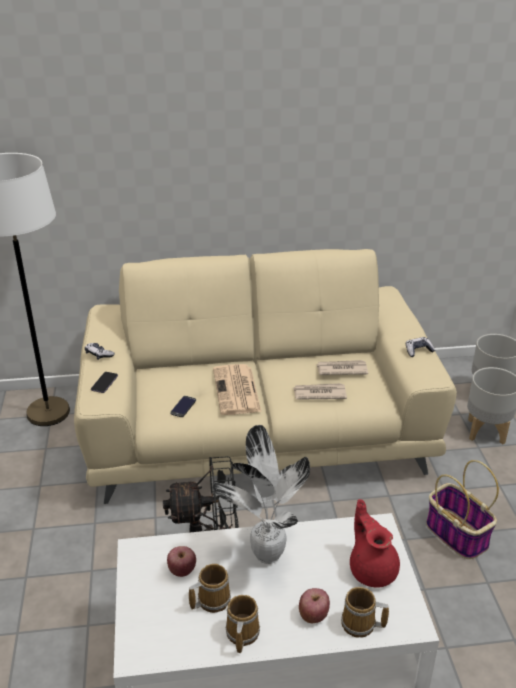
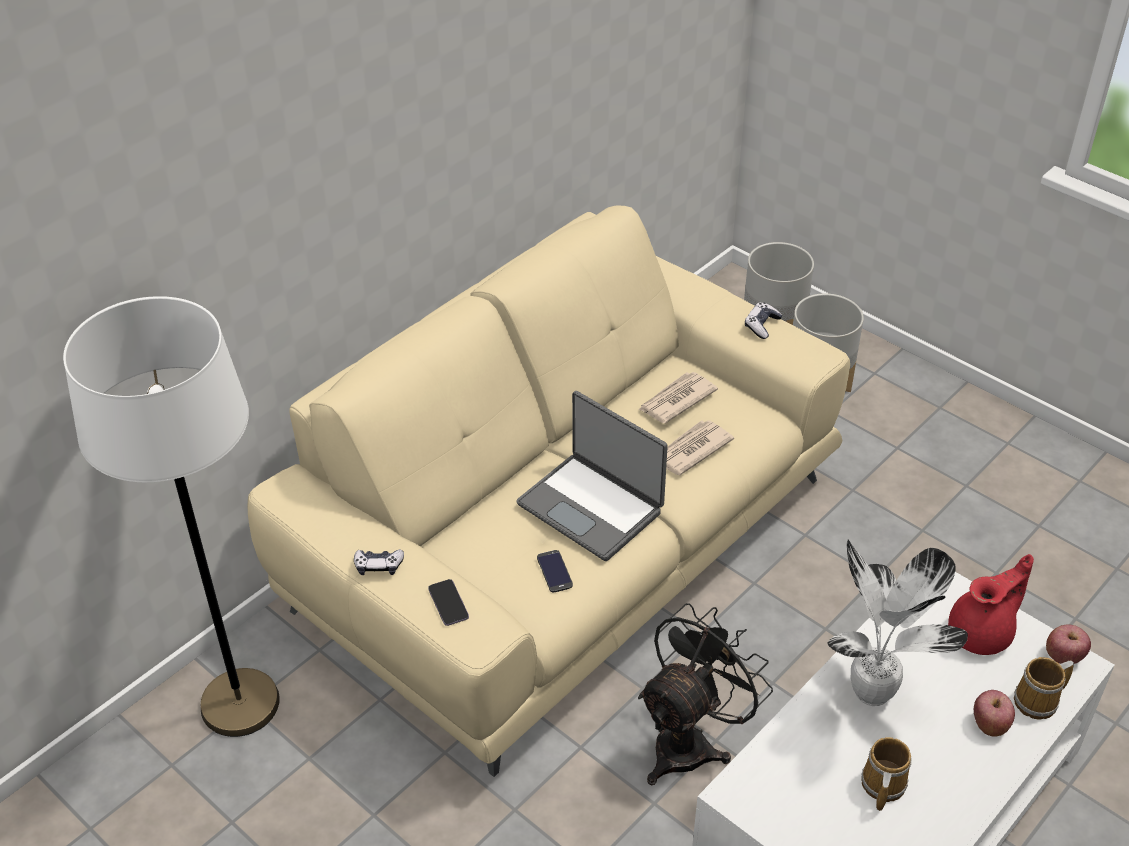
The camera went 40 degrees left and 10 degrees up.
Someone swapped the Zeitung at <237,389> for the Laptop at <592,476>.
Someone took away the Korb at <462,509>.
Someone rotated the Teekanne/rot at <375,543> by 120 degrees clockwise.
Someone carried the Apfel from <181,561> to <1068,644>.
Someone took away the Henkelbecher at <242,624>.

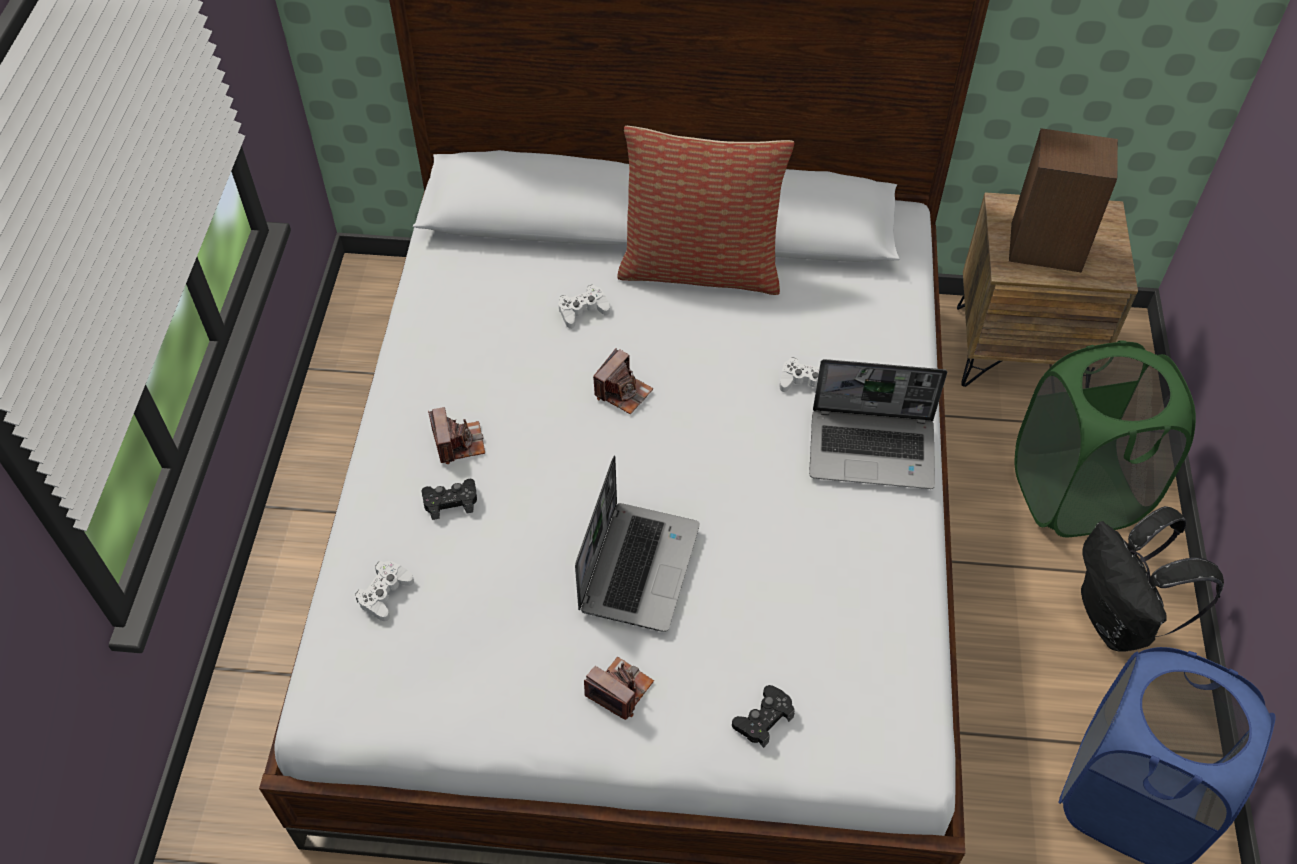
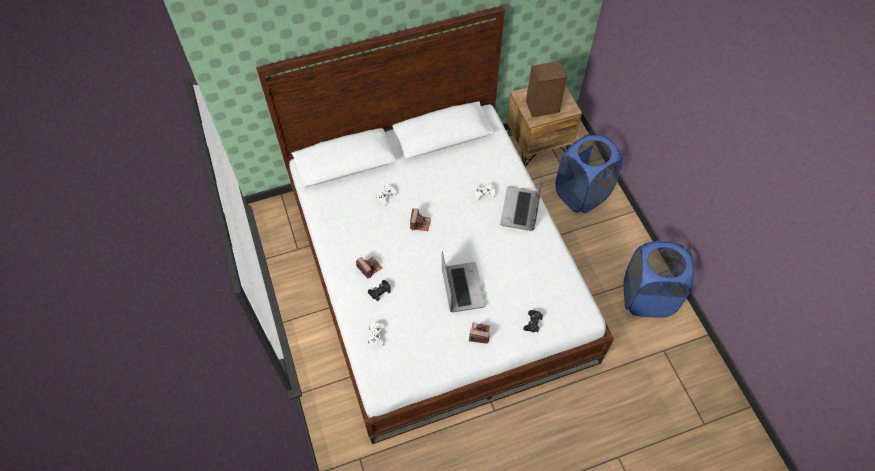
The camera went 25 degrees left and 5 degrees up.
Someone took away the Kissen at <705,210>.
Someone repainted the Wäschekorb/grün at <1105,439>, which became the Wäschekorb/blau at <589,173>.
Someone rotated the Laptop at <878,424> by 120 degrees clockwise.
Someone took away the Rucksack/schwarz at <1152,578>.

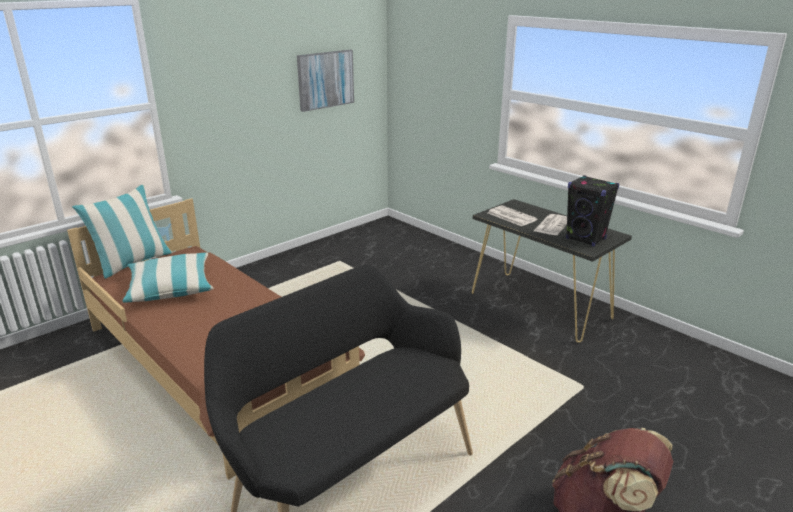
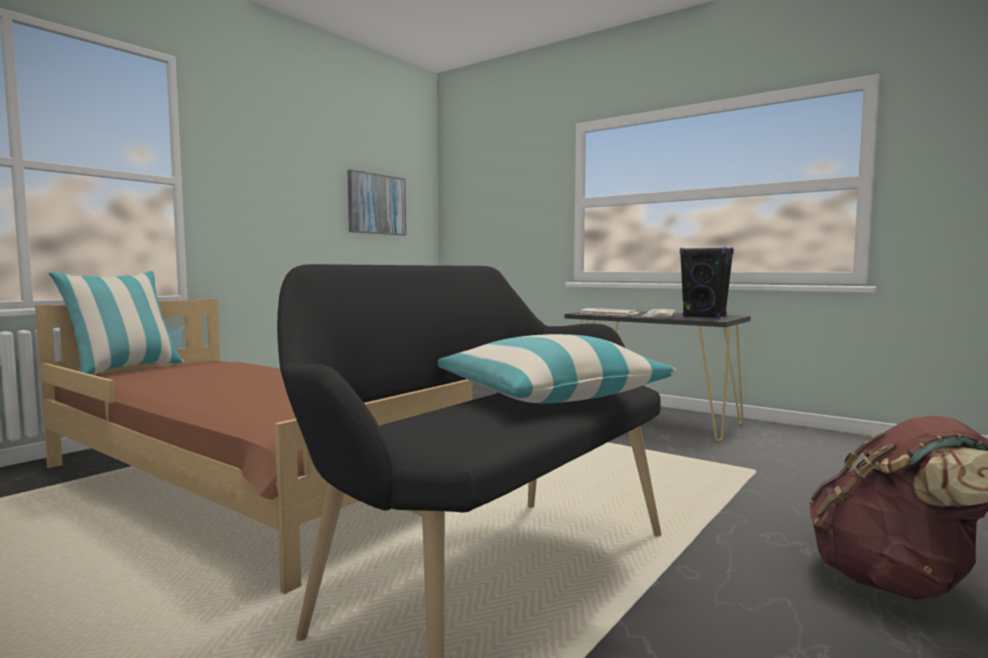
The camera went 10 degrees left and 20 degrees down.
Someone carried the Kissen from <168,277> to <557,369>.

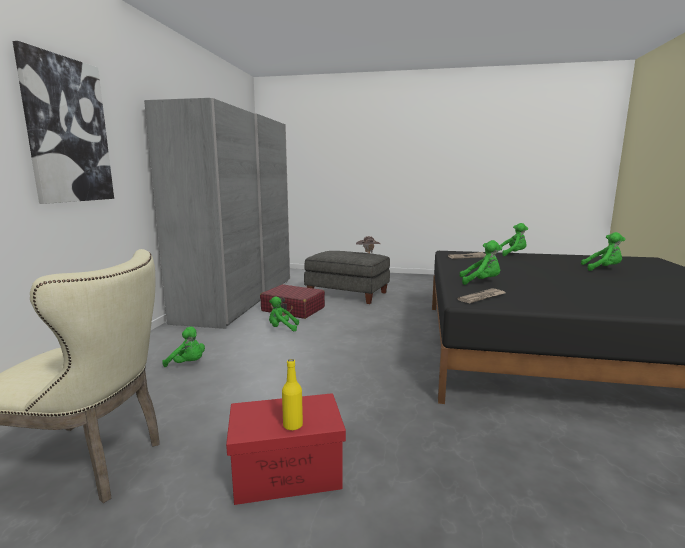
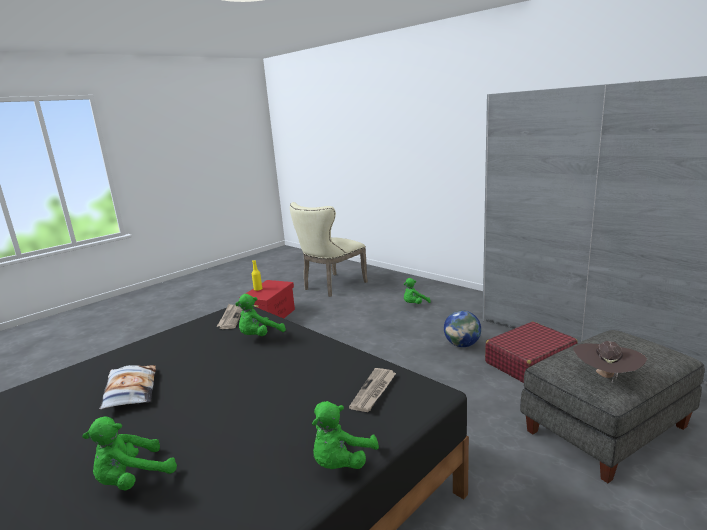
The camera went 125 degrees right and 5 degrees up.
Someone took away the Bild at <63,122>.
Someone swapped the Plüschtier/grün at <284,314> for the Globus at <462,328>.
Someone put down the Kissen at <127,387>.

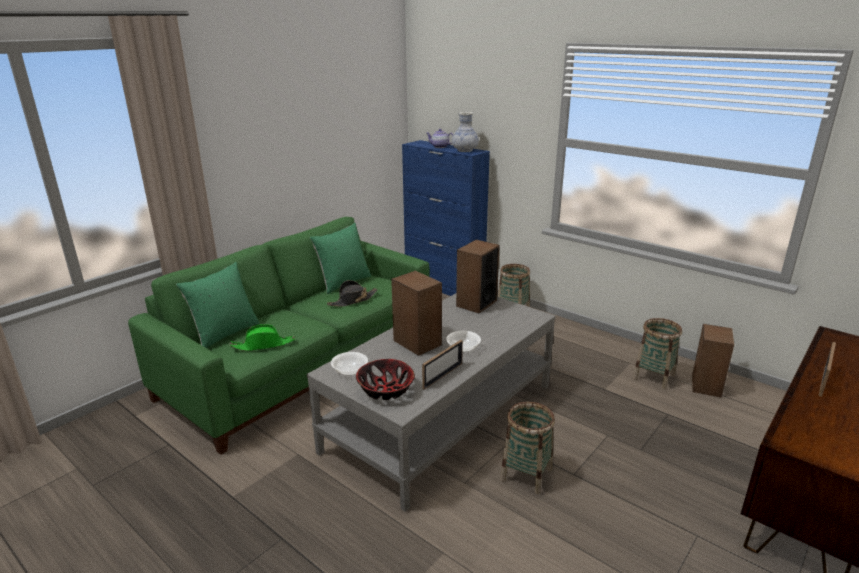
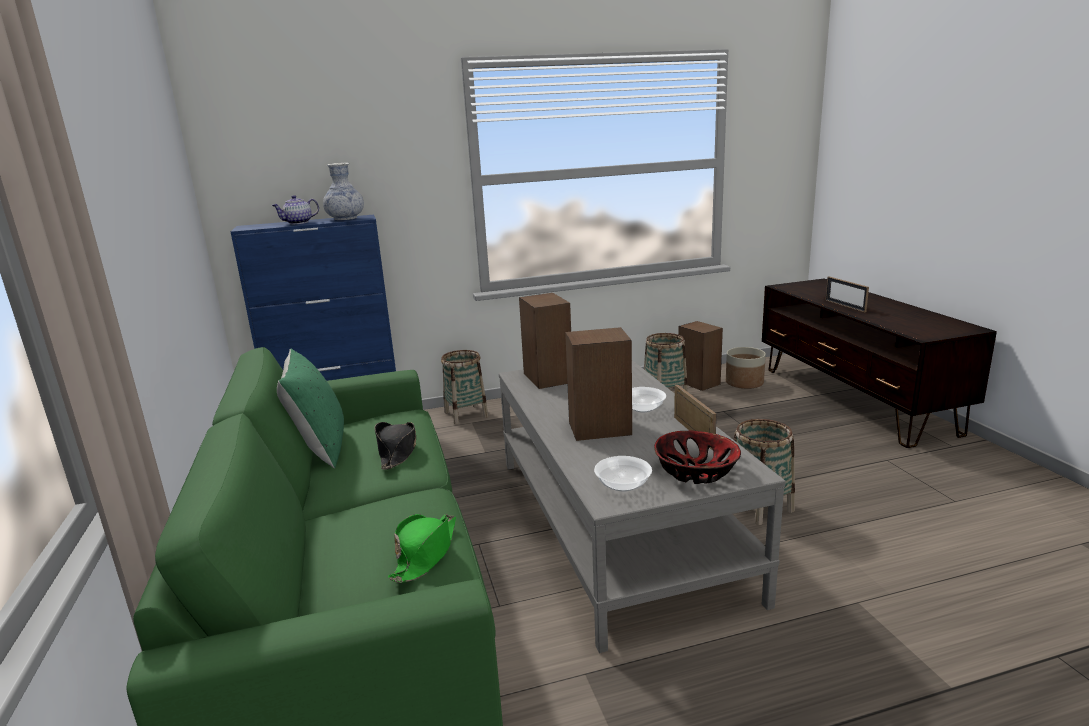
The camera went 55 degrees left and 5 degrees down.
Someone took away the Kissen/grün at <217,305>.
Someone put down the Pflanzkübel at <746,368>.

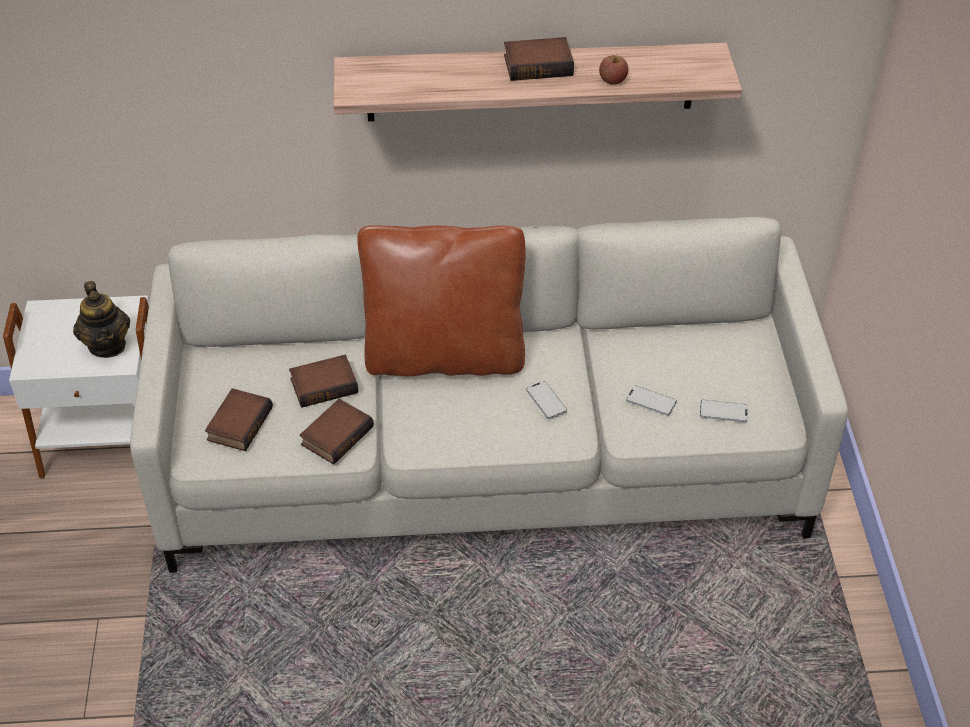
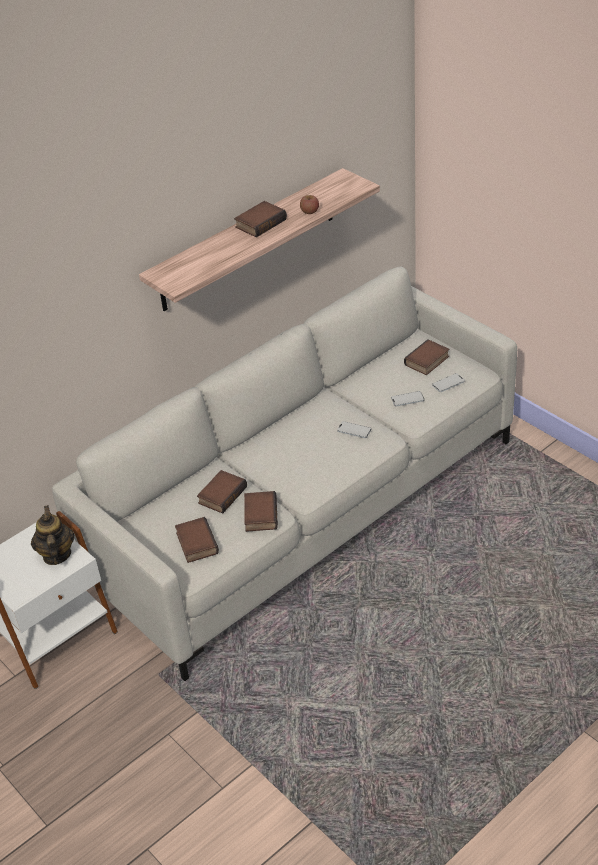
The camera went 35 degrees left and 5 degrees down.
Someone took away the Kissen/braun at <441,300>.
Someone rotated the Teekanne at <101,319> by 135 degrees counterclockwise.
Someone put down the Buch at <426,357>.

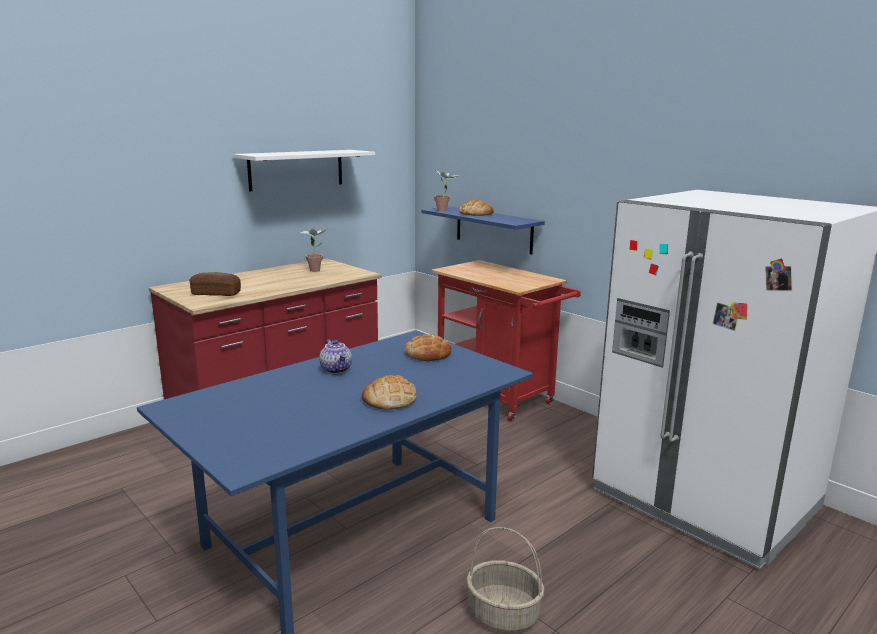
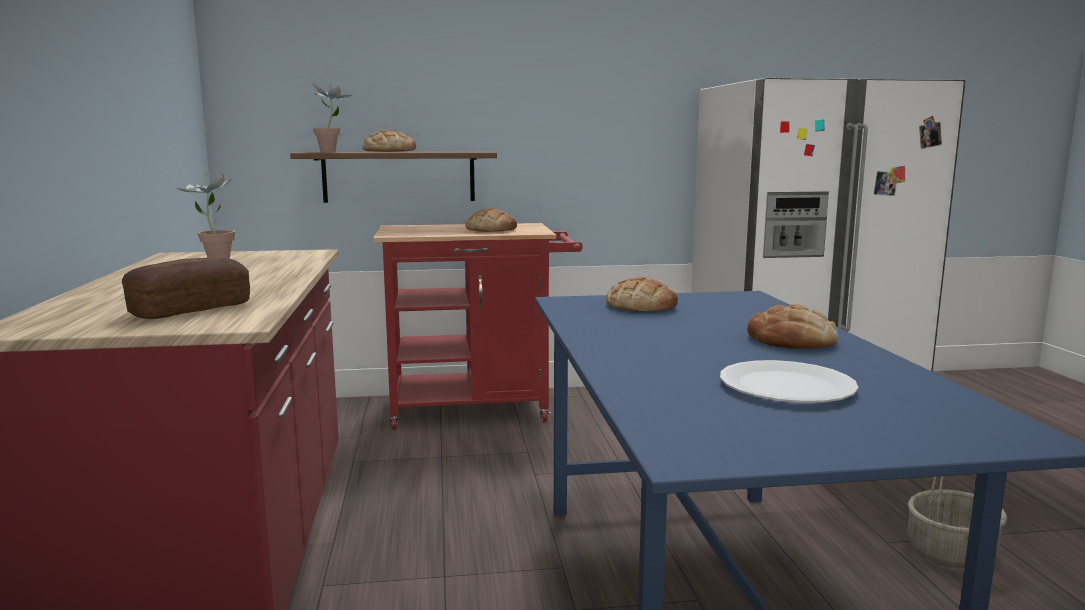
The camera went 55 degrees left and 5 degrees down.
Someone took away the Wandregal/weiß at <304,170>.
Someone repainted the Wandregal/blau at <483,230>, which became the Wandregal/braun at <393,177>.
Someone took away the Teekanne at <335,357>.
Someone put down the Brot at <491,220>.
Someone put down the Teller/weiß at <789,381>.

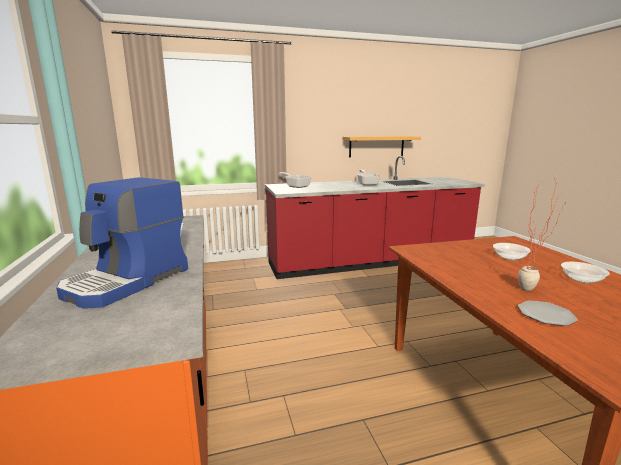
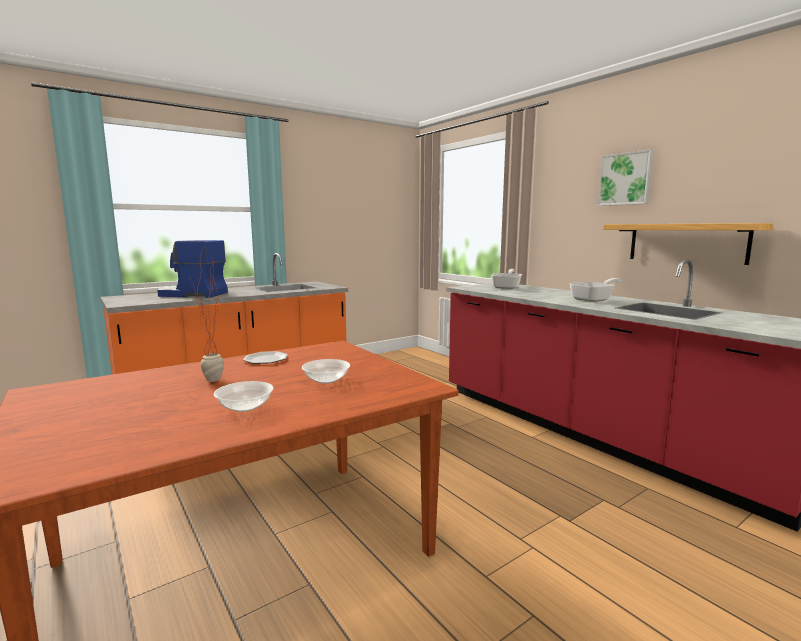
The camera went 70 degrees right and 5 degrees down.
Someone carried the Teller from <548,313> to <265,357>.
Someone put up the Bild at <626,177>.

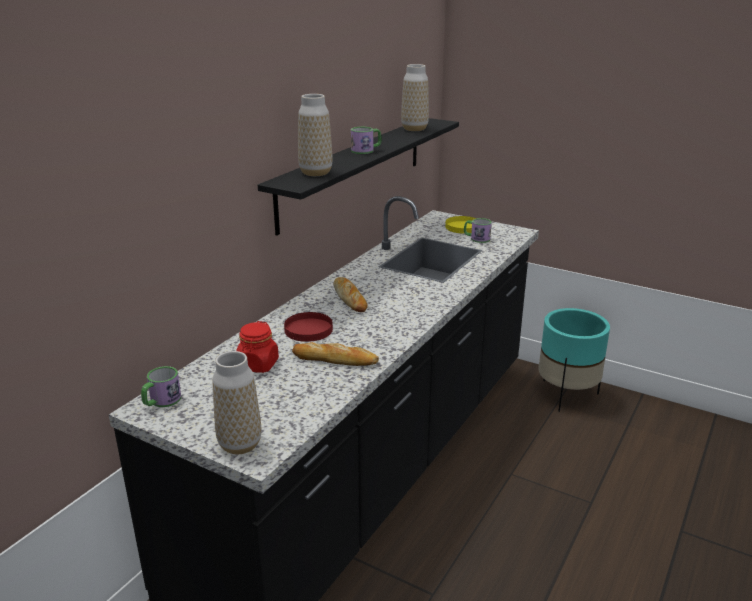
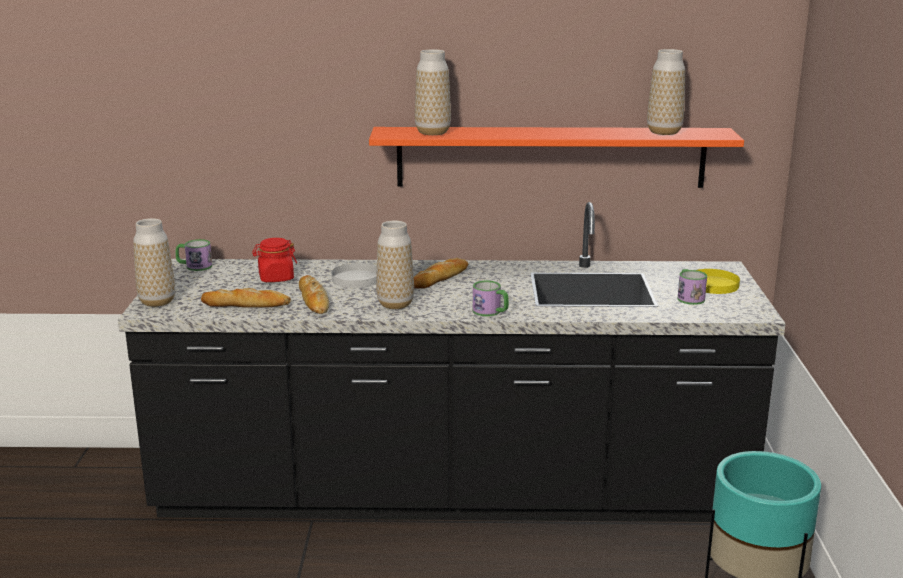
The camera went 60 degrees right and 5 degrees down.
Someone repainted the Wandregal/schwarz at <358,177>, which became the Wandregal/orange at <556,157>.
Someone carried the Henkelbecher from <366,140> to <491,298>.
Someone repainted the Teller/rot at <308,327>, which became the Teller/weiß at <354,275>.
Someone put down the Vase at <395,265>.
Someone put down the Brot at <246,298>.

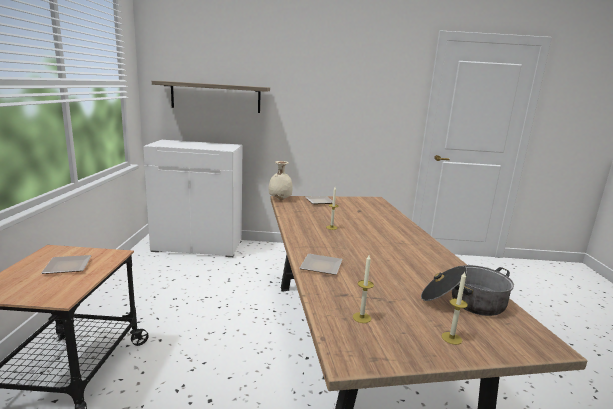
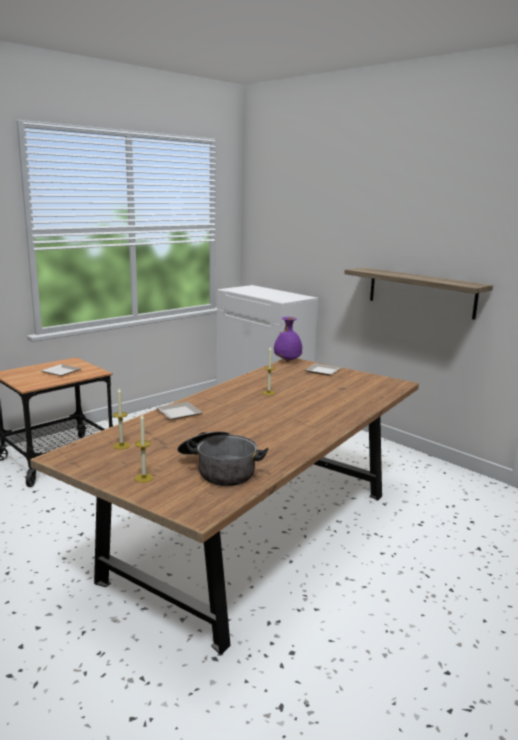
The camera went 45 degrees right and 0 degrees up.
Someone carried the Wandregal from <211,97> to <419,293>.
Someone repainted the Vase/beige at <281,180>, which became the Vase/lila at <288,339>.

